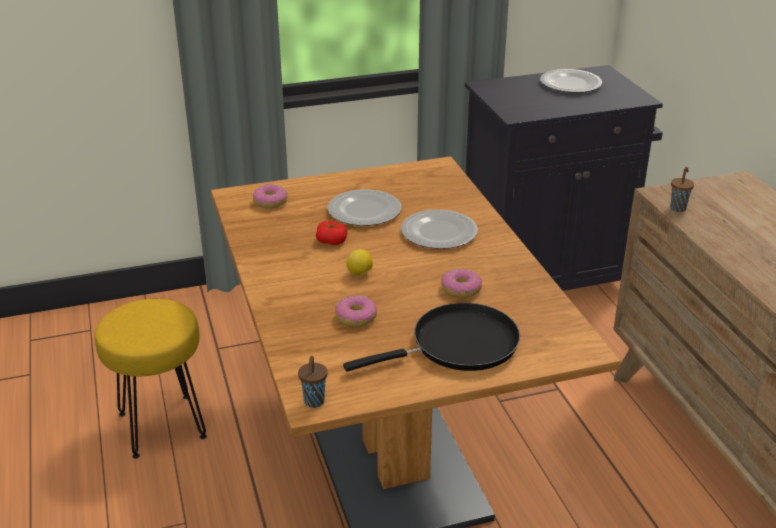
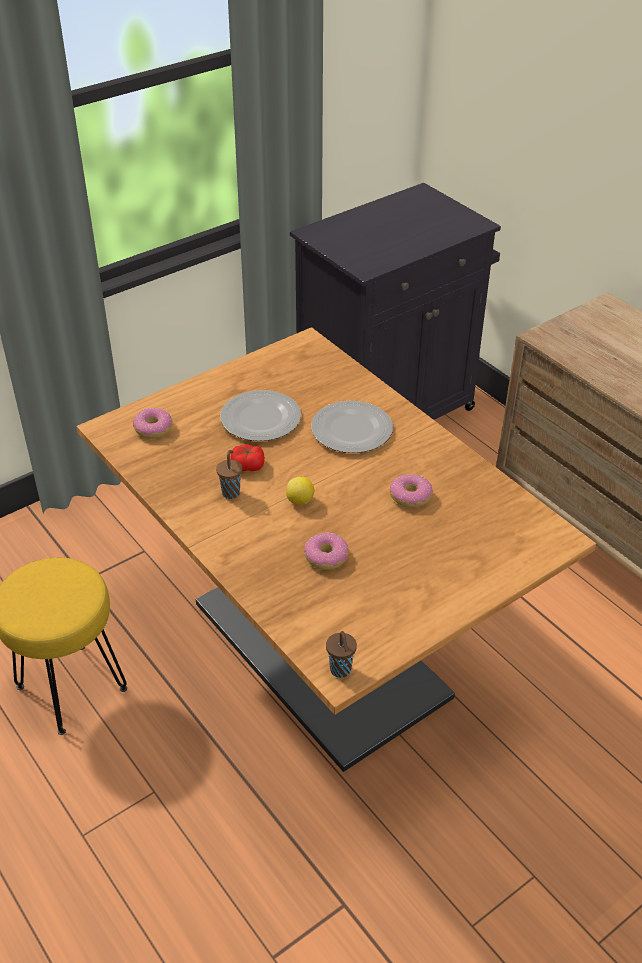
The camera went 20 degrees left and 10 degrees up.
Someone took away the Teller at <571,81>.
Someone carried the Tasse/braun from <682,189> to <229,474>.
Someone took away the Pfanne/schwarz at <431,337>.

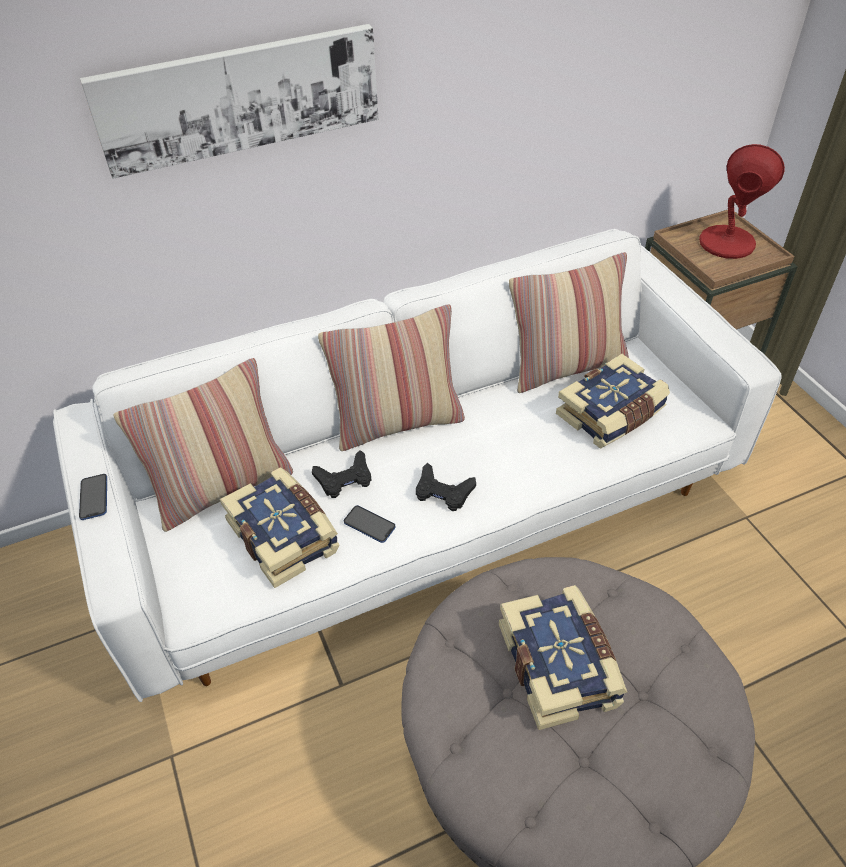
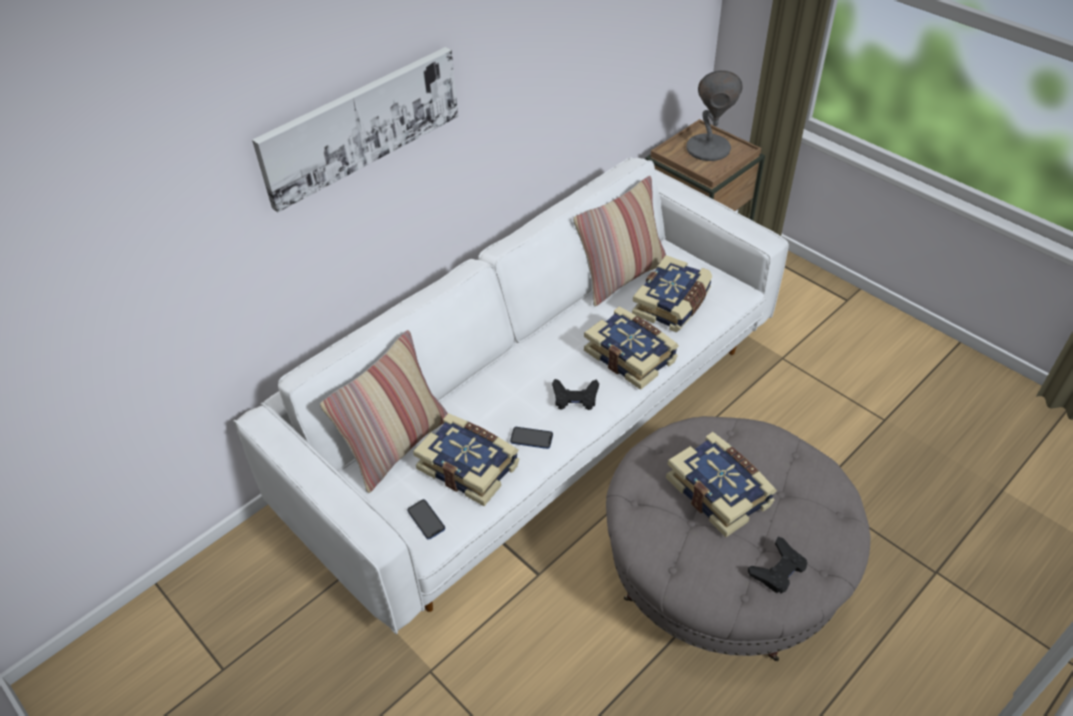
The camera went 20 degrees left and 0 degrees up.
Someone repainted the Tischlampe/rot at <742,201>, which became the Tischlampe/grau at <714,115>.
Someone took away the Kissen at <391,377>.
Someone carried the Gamepad/schwarz from <342,474> to <777,565>.
Someone carried the Handy from <93,497> to <426,519>.
Someone put down the Buch at <631,348>.

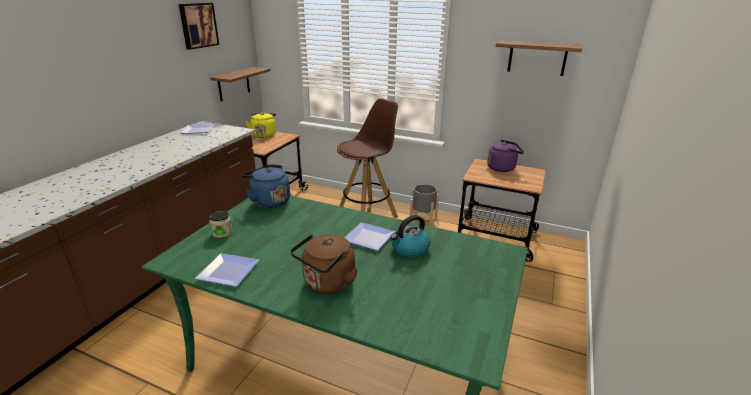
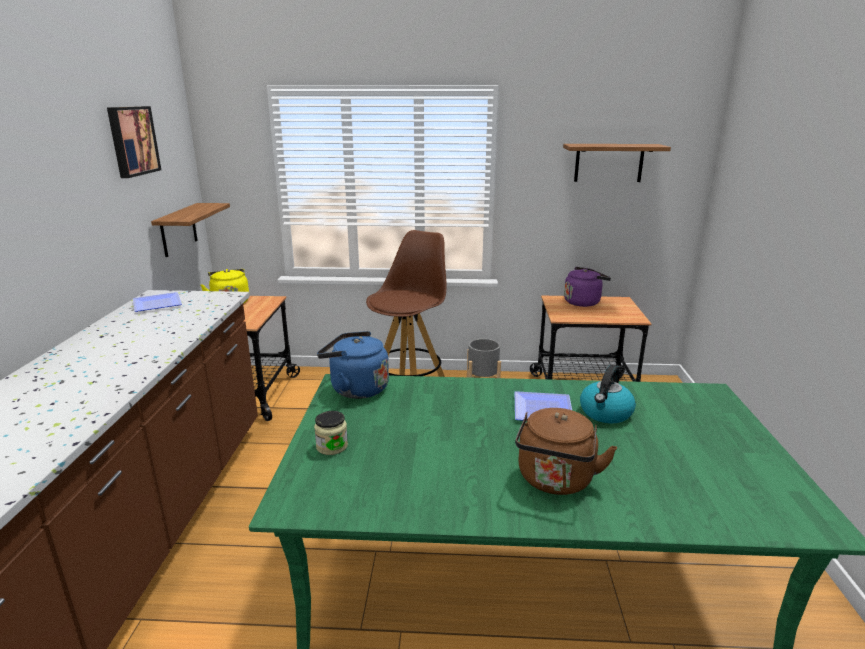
The camera went 20 degrees left and 5 degrees down.
Someone took away the Teller at <227,270>.

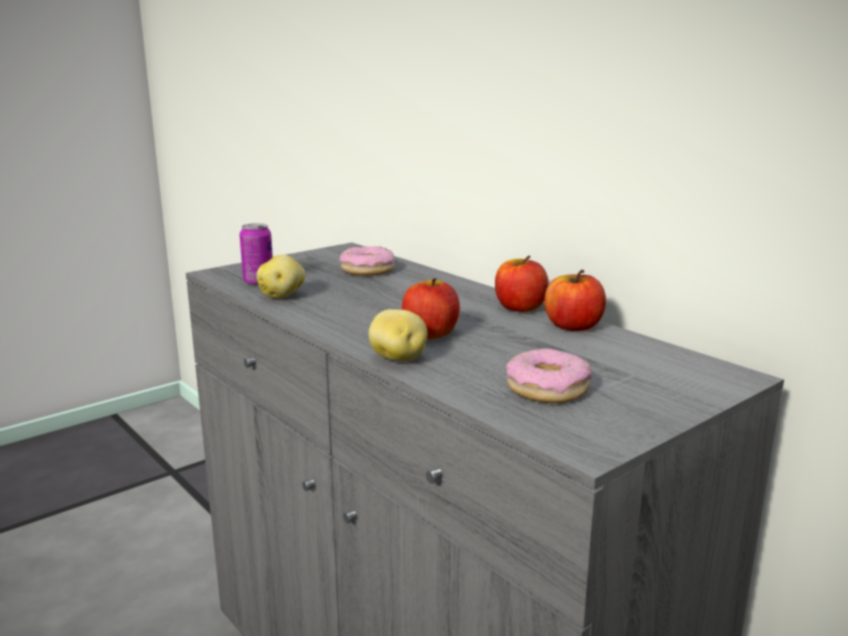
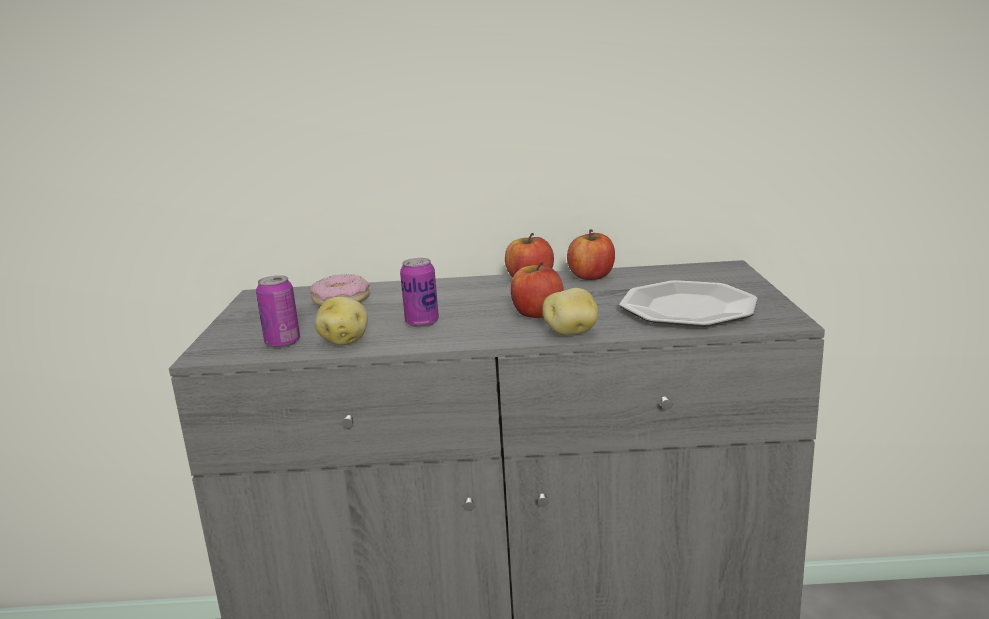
The camera went 50 degrees left and 0 degrees up.
Someone swapped the Donut at <549,375> for the Teller at <688,303>.
Someone put down the Dose at <419,292>.

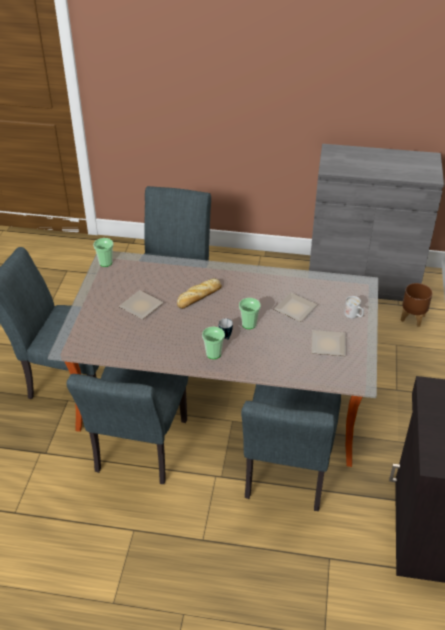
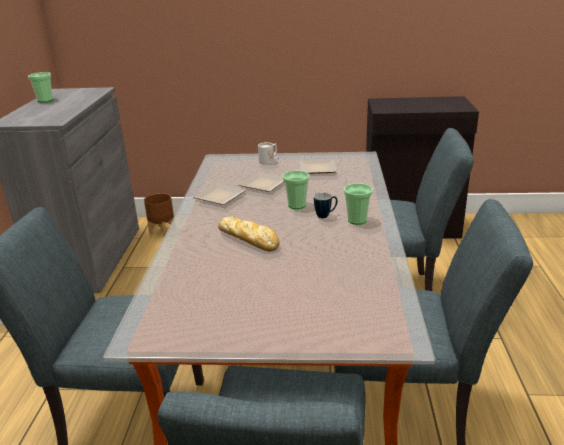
The camera went 95 degrees left and 15 degrees down.
Someone carried the Tasse from <103,252> to <40,87>.
Someone carried the Teller from <141,304> to <219,194>.

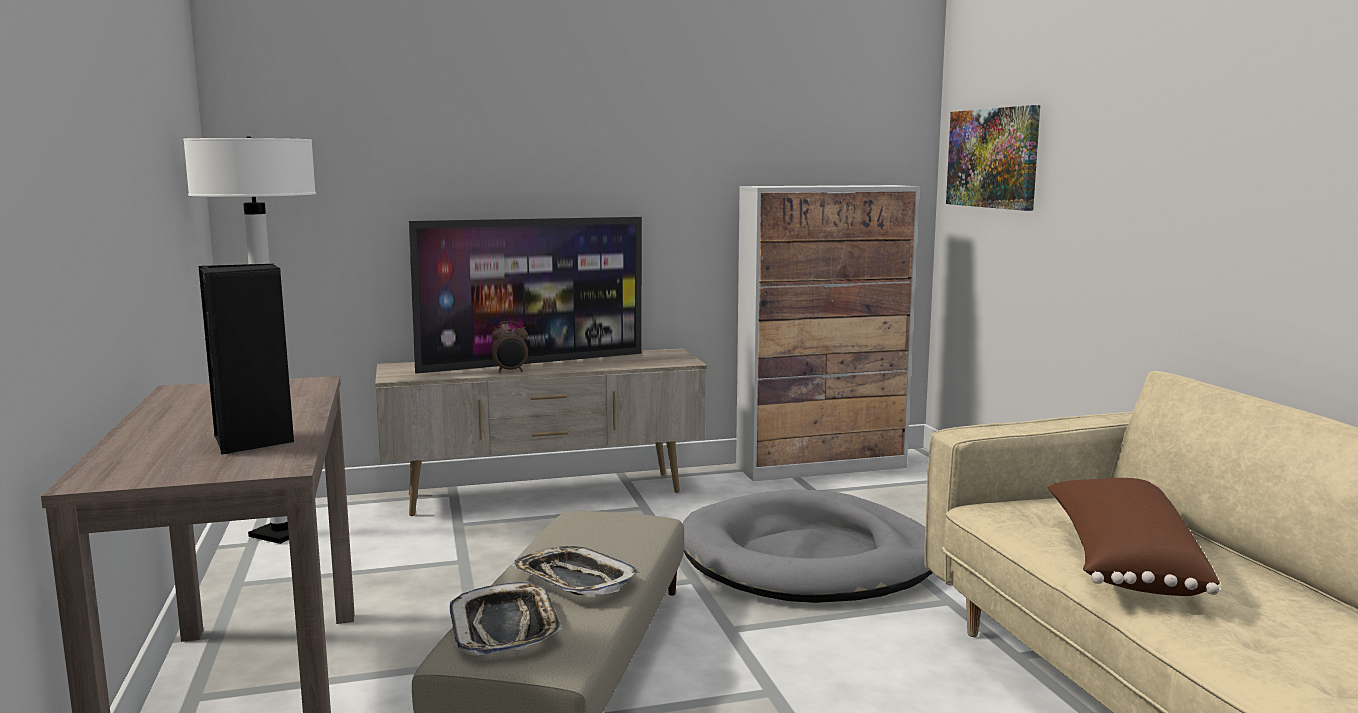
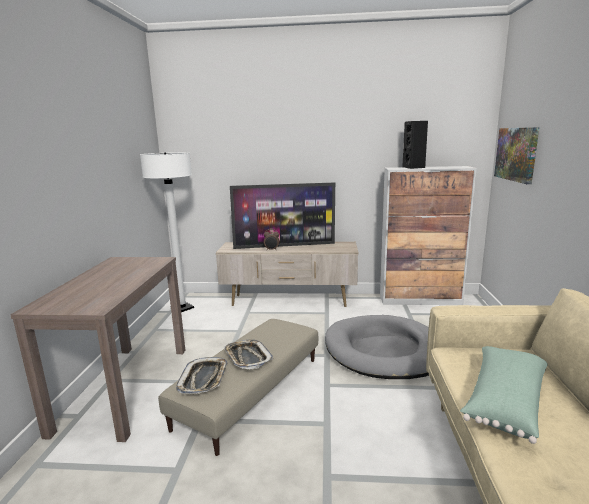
The camera went 20 degrees right and 5 degrees up.
Someone carried the Lautsprecher/schwarz from <246,359> to <415,145>.
Someone repainted the Kissen/braun at <1134,537>, which became the Kissen/grün at <504,395>.

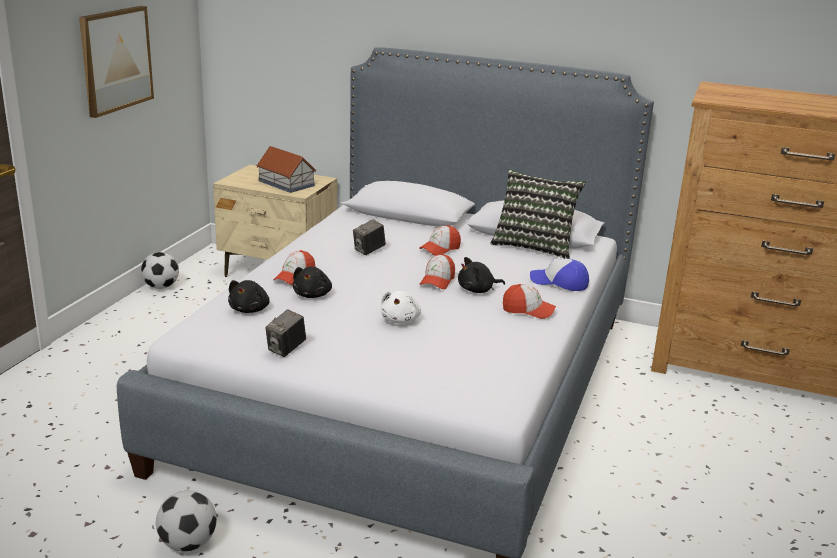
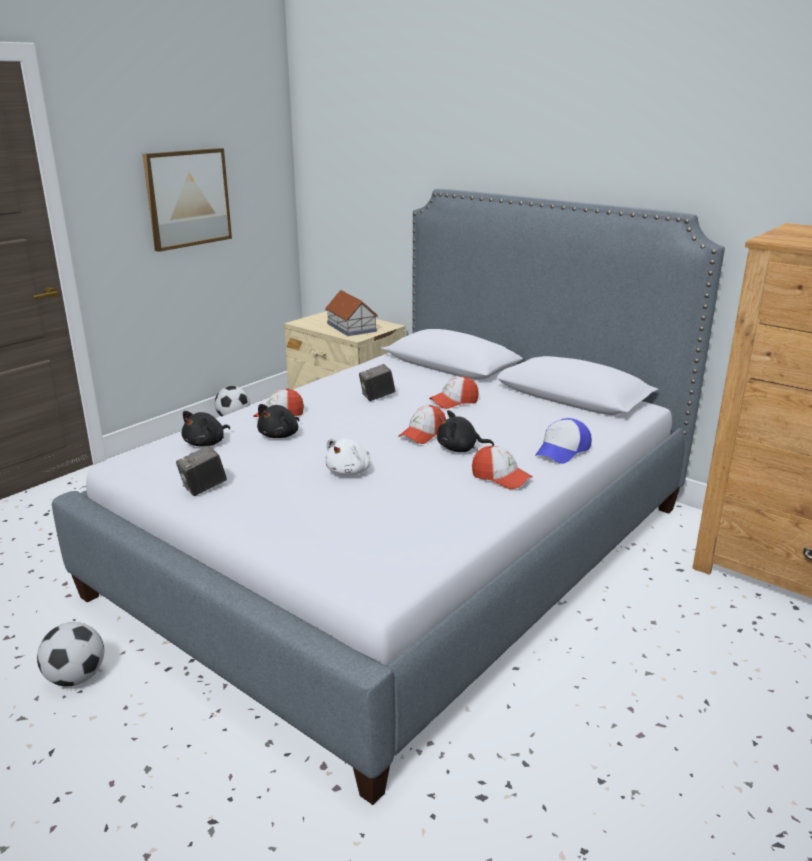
The camera went 20 degrees right and 0 degrees up.
Someone took away the Kissen at <538,214>.
Someone rotated the Kappe at <559,275> by 90 degrees counterclockwise.

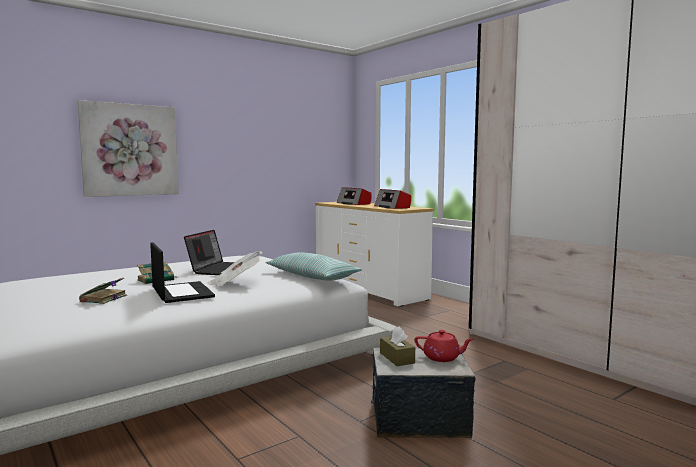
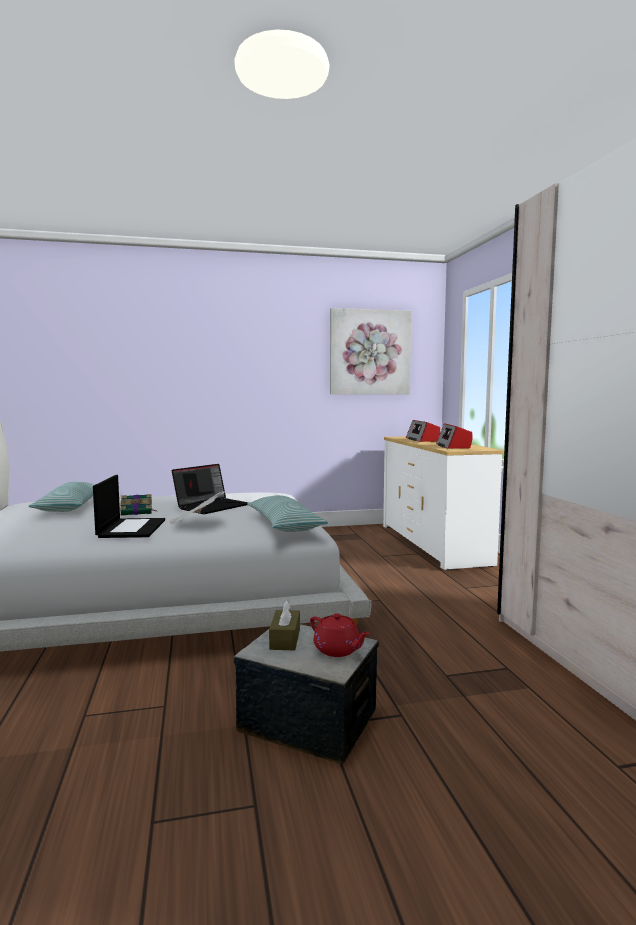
The camera went 25 degrees right and 0 degrees up.
Someone carried the Bild from <128,148> to <370,351>.
Someone took away the Buch at <103,291>.
Someone put down the Kissen at <61,496>.

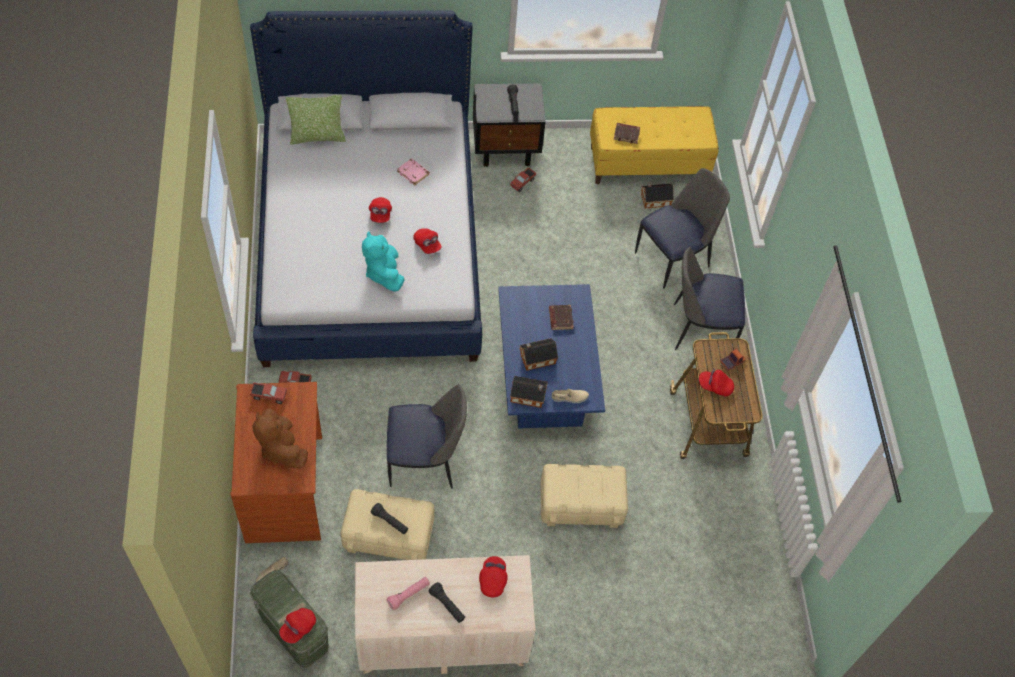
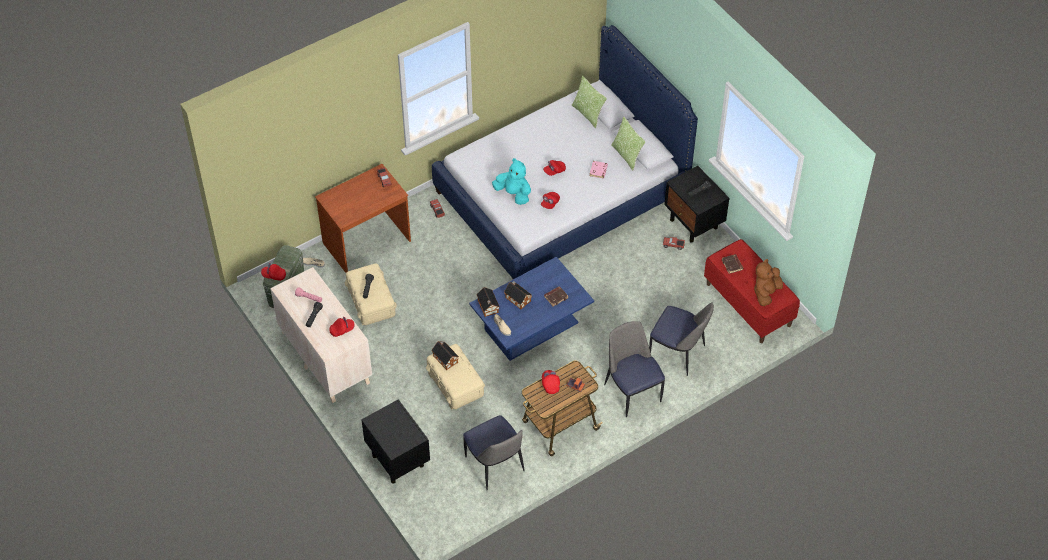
The camera went 65 degrees right and 5 degrees down.
Someone repainted the Bank/gelb at <654,145>, which became the Bank/rot at <752,291>.
Someone carried the Spielzeughaus from <657,196> to <445,355>.
Someone rotated the Plüschtier/türkis at <383,261> by 75 degrees clockwise.
Someone carried the Stuhl from <427,436> to <494,452>.
Someone carried the Plüschtier/braun from <280,438> to <768,282>.
Someone put down the Kissen at <628,143>.
Someone put down the Nachttisch/schwarz at <395,441>.

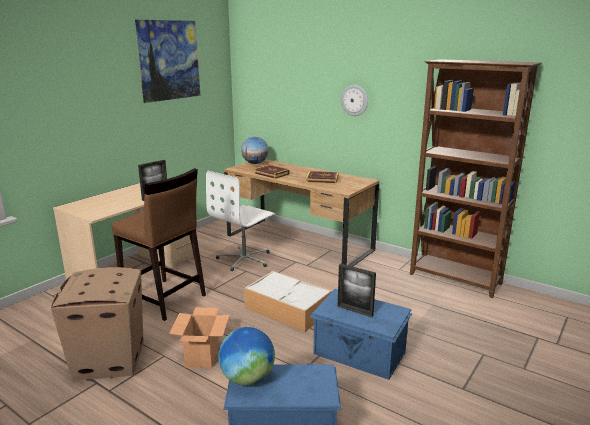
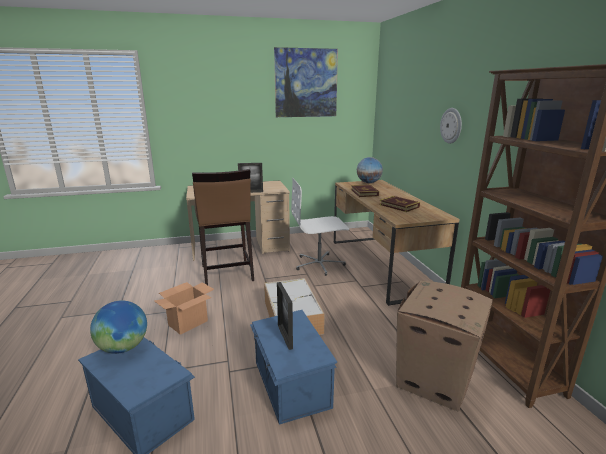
The camera went 40 degrees right and 0 degrees up.
Someone carried the Karton from <97,324> to <444,346>.

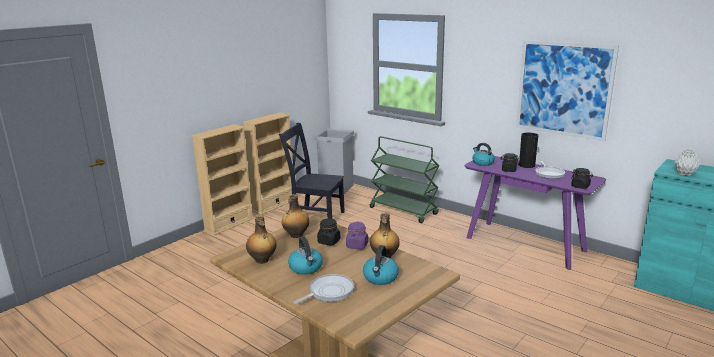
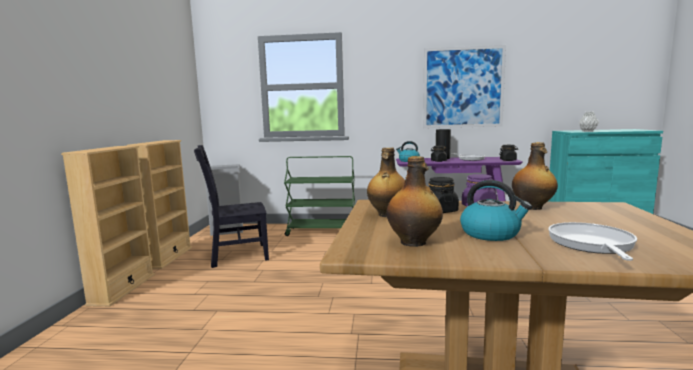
The camera went 35 degrees left and 10 degrees down.
Someone took away the Wasserkessel at <381,265>.

